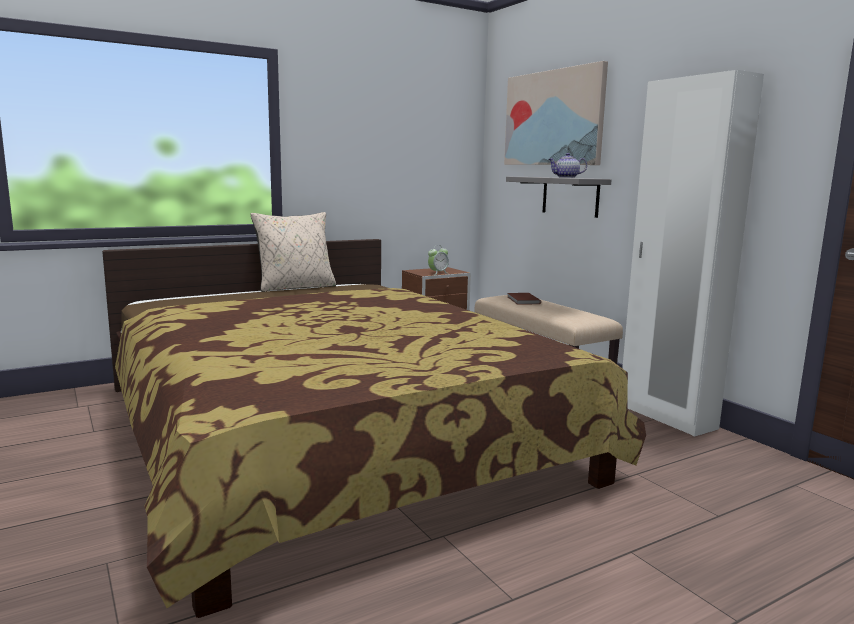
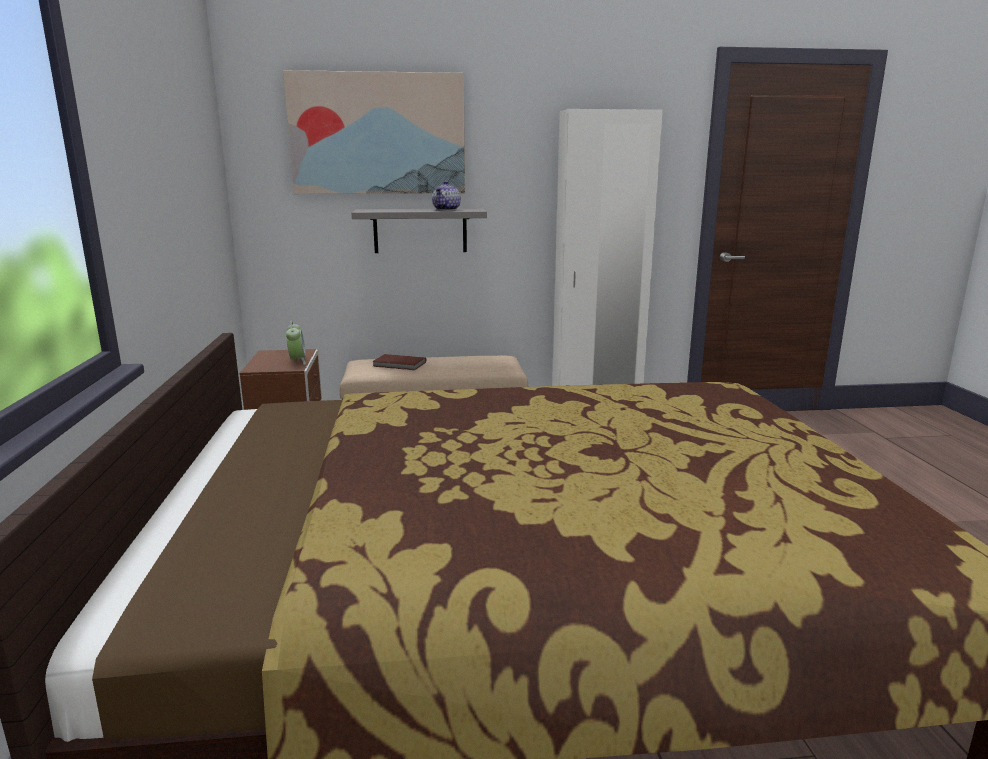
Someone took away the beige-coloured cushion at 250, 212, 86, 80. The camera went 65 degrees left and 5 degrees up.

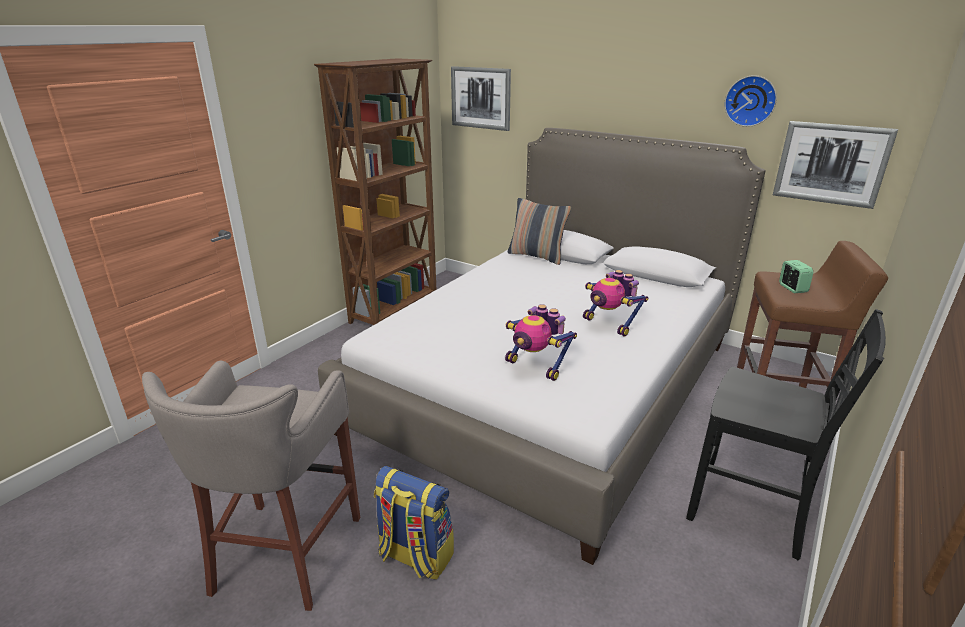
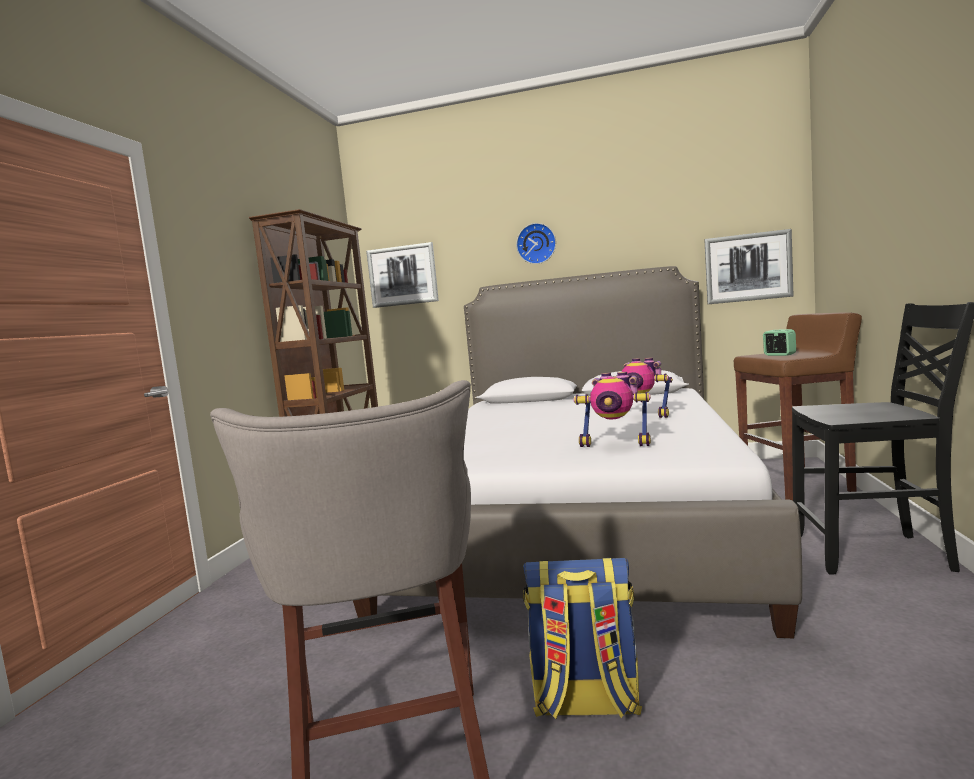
Someone carried the wall clock from 725, 75, 52, 52 to 516, 223, 40, 41. Someone took away the cushion at 507, 198, 64, 67. The camera went 20 degrees left and 20 degrees down.

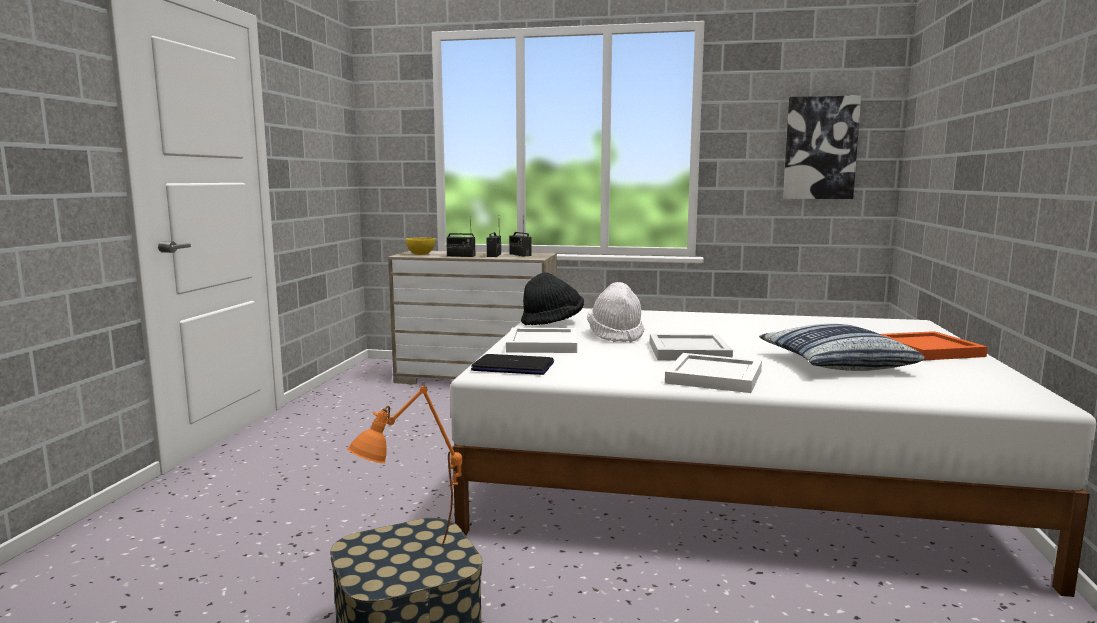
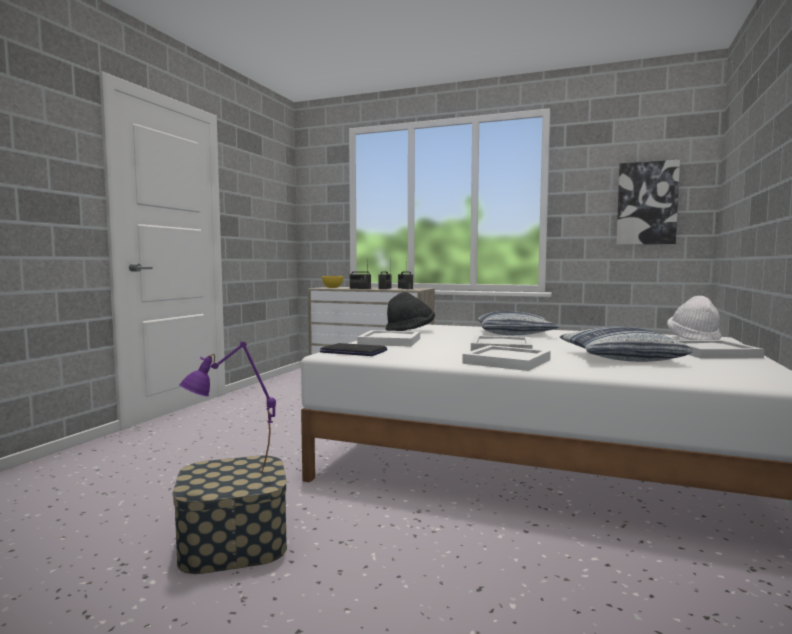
Someone repainted the orange tabletop lamp at 347, 386, 115, 161, which became the purple-coloured tabletop lamp at 179, 342, 97, 131. Someone put down the cushion at 478, 311, 80, 24. Someone carried the white clothing hat from 587, 282, 57, 61 to 667, 296, 54, 44. Someone repainted the orange serving tray at 881, 331, 107, 30, which became the white serving tray at 677, 340, 87, 19. The camera went 10 degrees right and 5 degrees down.

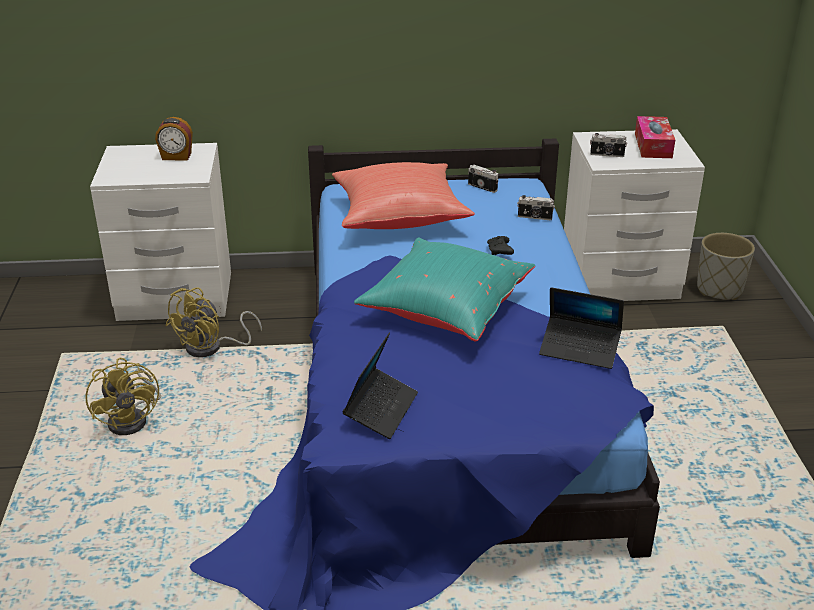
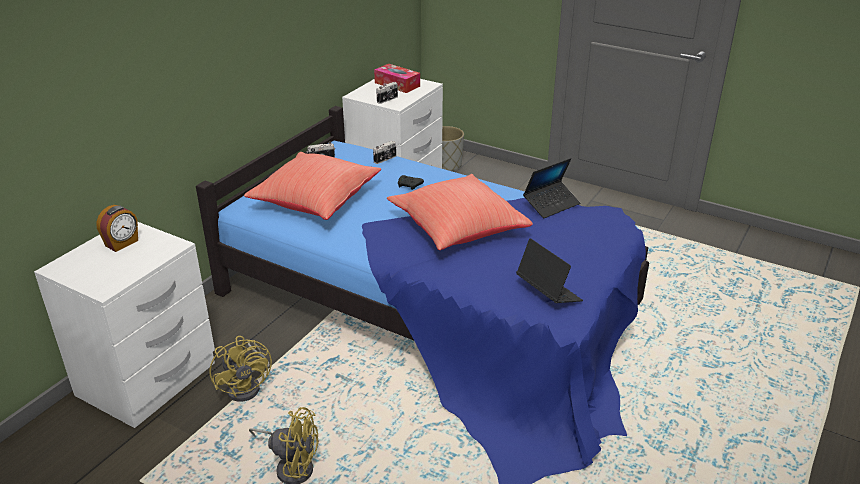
Someone repainted the turquoise-coloured cushion at 354, 237, 181, 105, which became the red-coloured cushion at 387, 174, 146, 76. The camera went 55 degrees left and 0 degrees up.

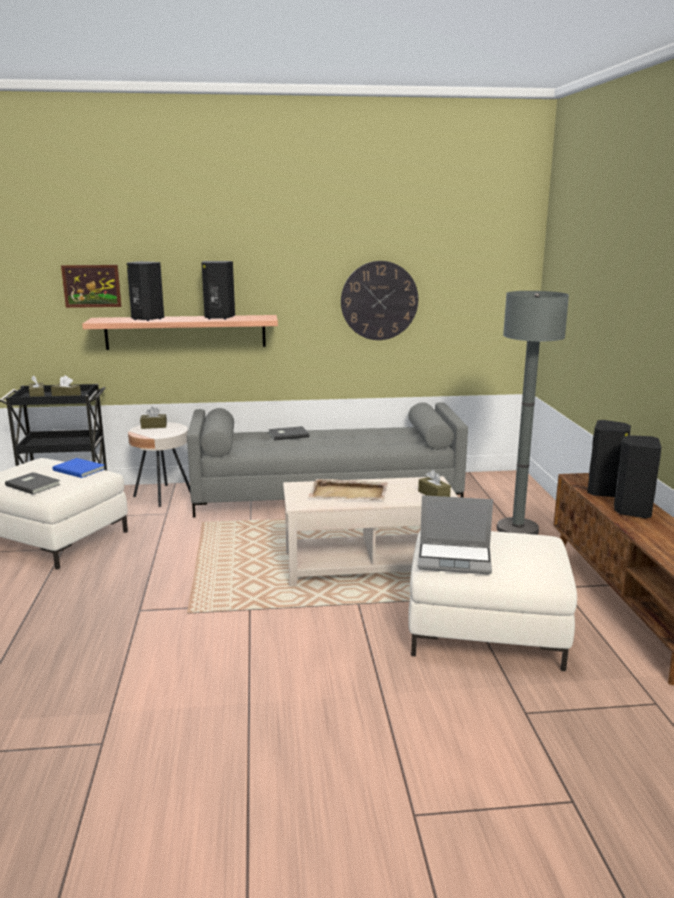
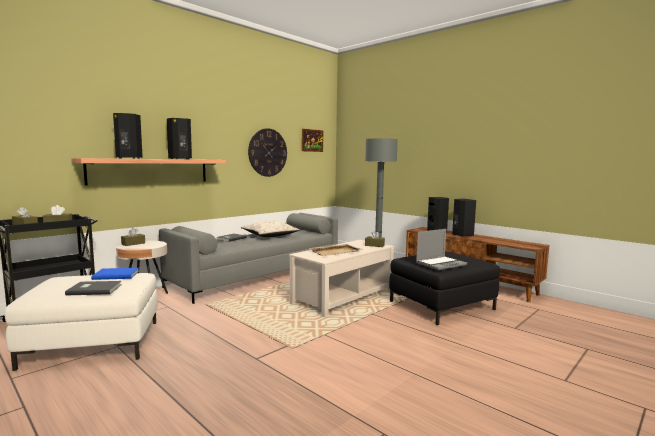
Someone put down the beige-coloured cushion at 241, 220, 59, 17. Someone carried the wall picture from 61, 265, 61, 43 to 302, 129, 21, 23. Someone repainted the white ottoman at 408, 530, 169, 141, which became the black ottoman at 389, 251, 111, 74. The camera went 40 degrees left and 10 degrees down.

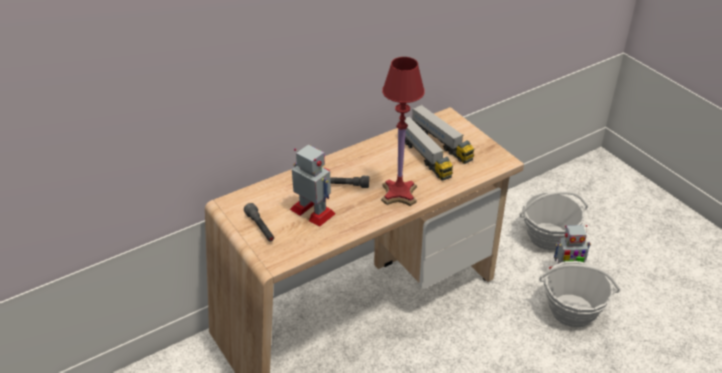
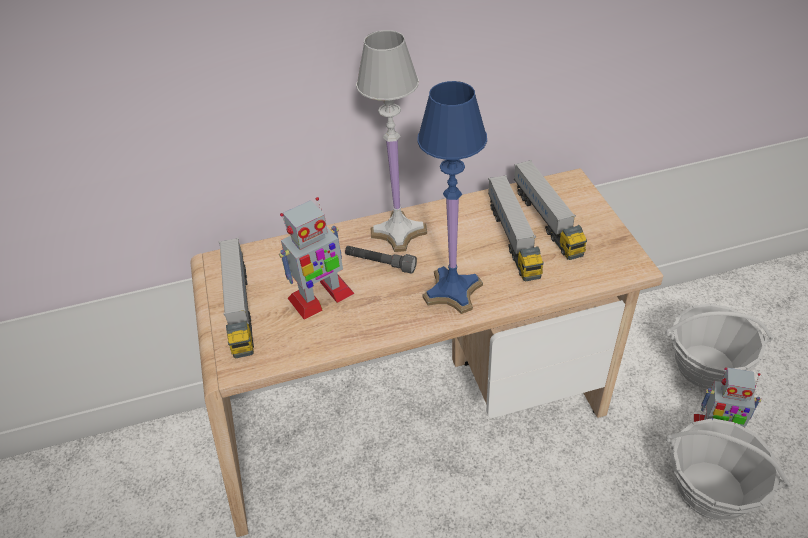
Someone swapped the grey hand torch at 244, 203, 30, 38 for the model truck at 219, 238, 35, 121. Someone rotated the model robot at 290, 144, 45, 83 by 90 degrees clockwise. Someone put down the white tabletop lamp at 356, 30, 71, 222. Someone repainted the red-coloured tabletop lamp at 381, 57, 44, 149, which became the blue-coloured tabletop lamp at 417, 81, 70, 233. The camera went 20 degrees right and 5 degrees up.

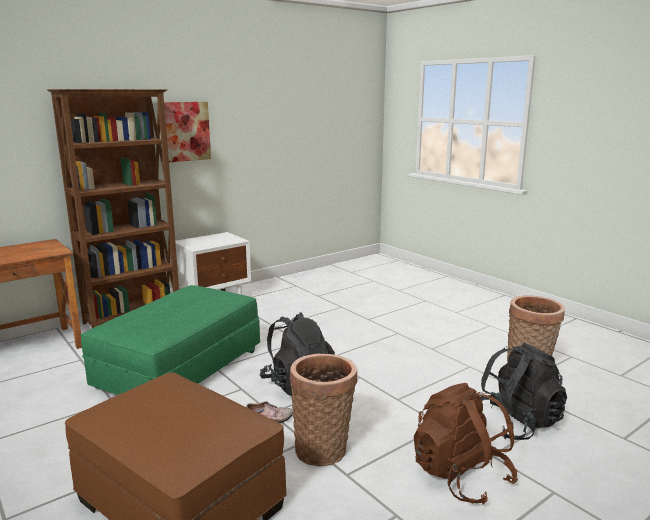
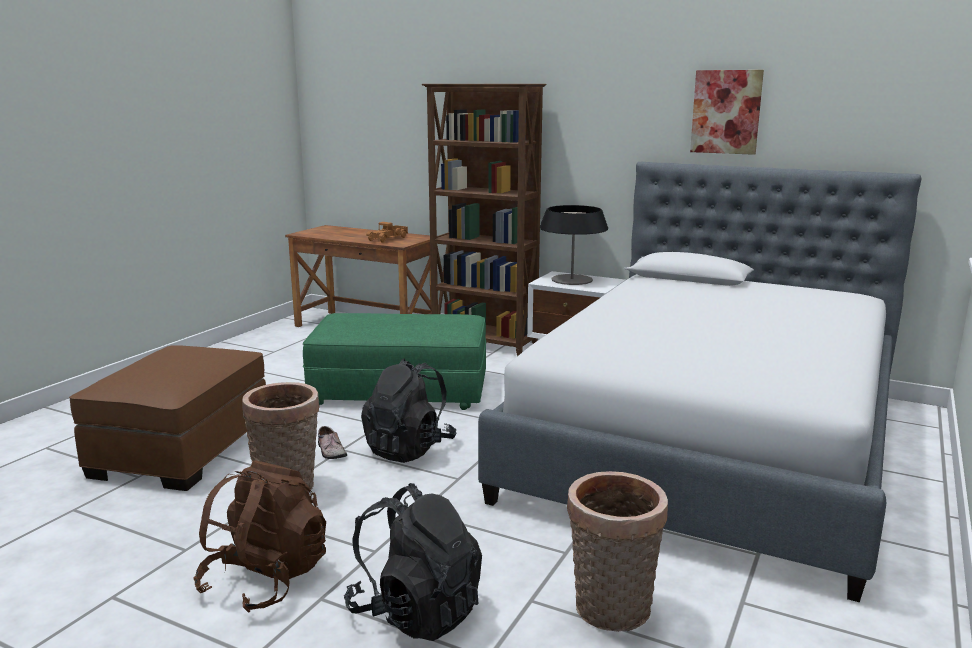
Someone put down the model truck at 366, 222, 42, 21. Someone put down the sleeping bed at 478, 162, 443, 440. Someone put down the tabletop lamp at 540, 205, 68, 80. Someone carried the wall picture from 164, 102, 47, 60 to 690, 70, 74, 85. The camera went 65 degrees right and 0 degrees up.

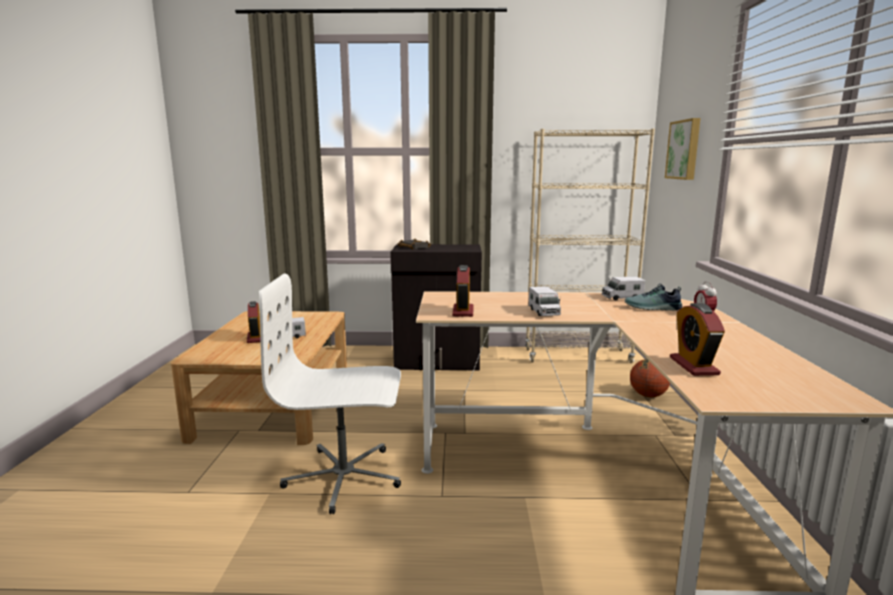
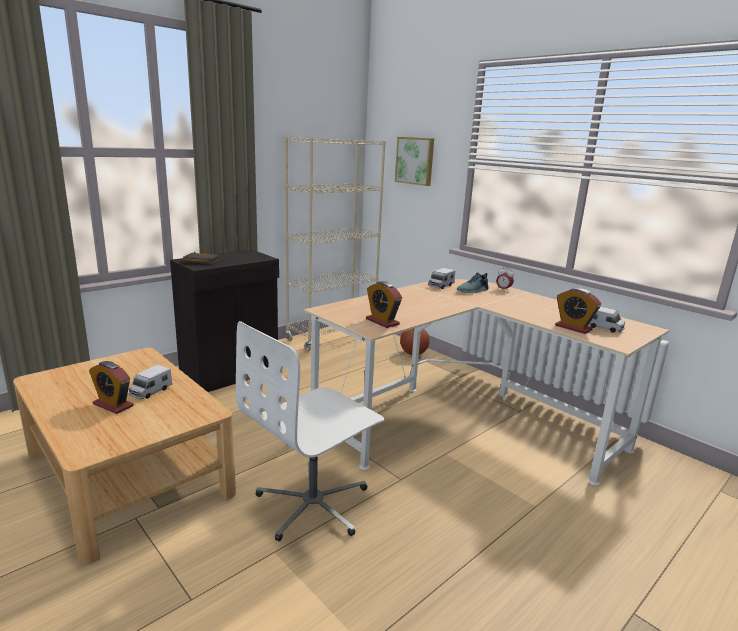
Someone carried the model truck from 528, 286, 33, 30 to 589, 307, 36, 26. The camera went 45 degrees left and 5 degrees up.

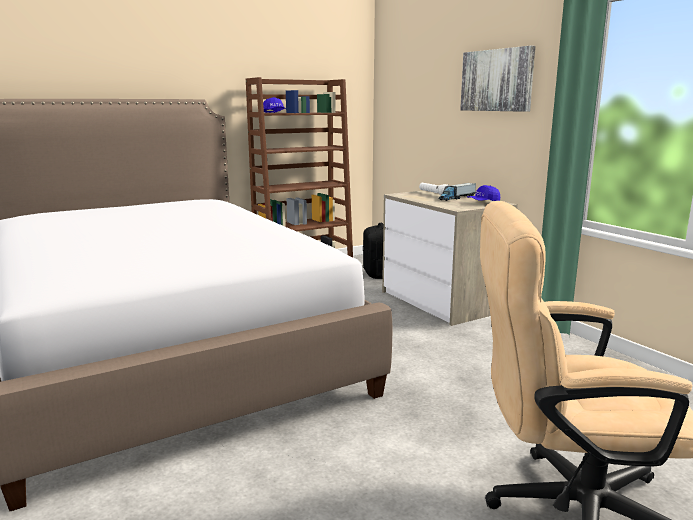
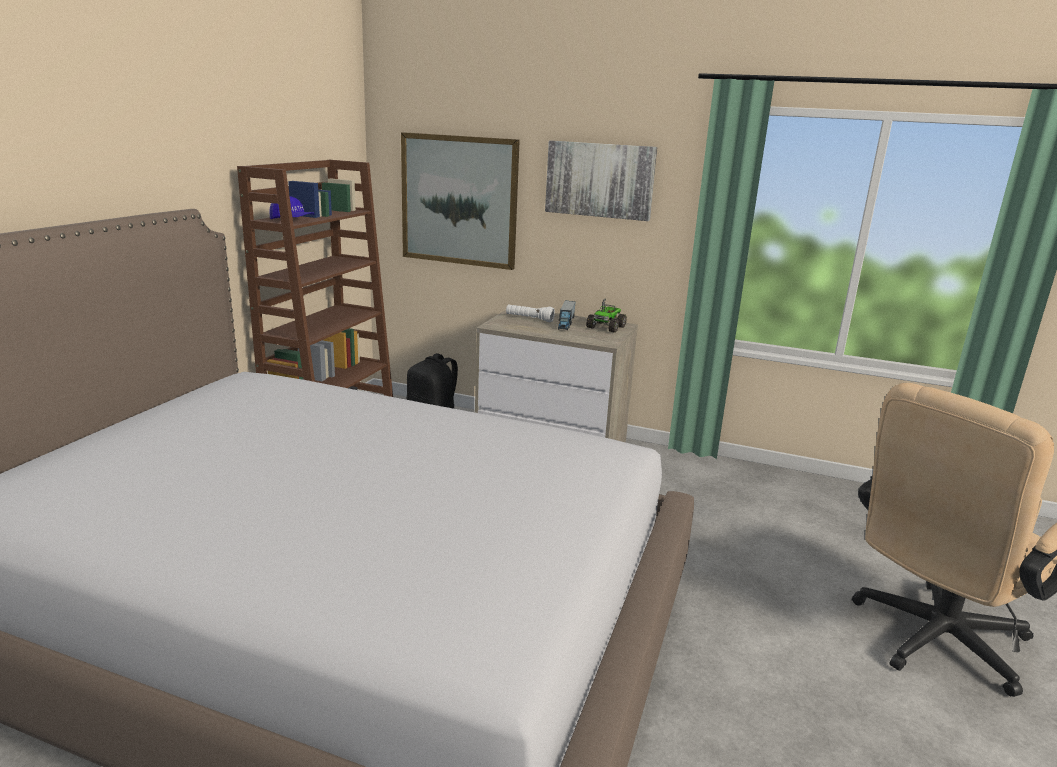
Someone put up the wall picture at 401, 132, 119, 138. Someone swapped the blue-coloured peaked cap at 467, 185, 33, 16 for the model truck at 586, 299, 41, 34. The camera went 40 degrees left and 5 degrees up.

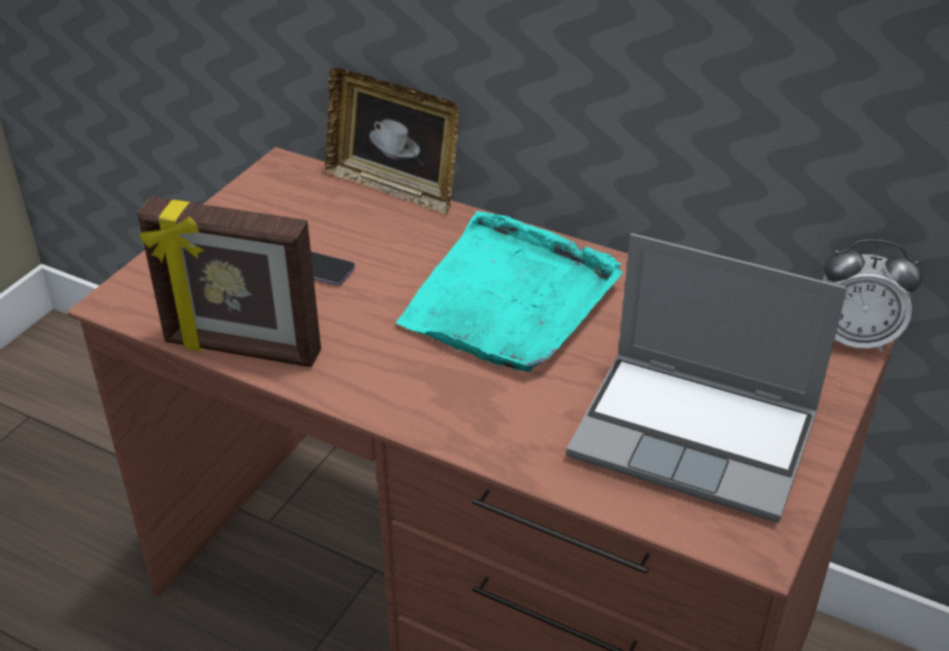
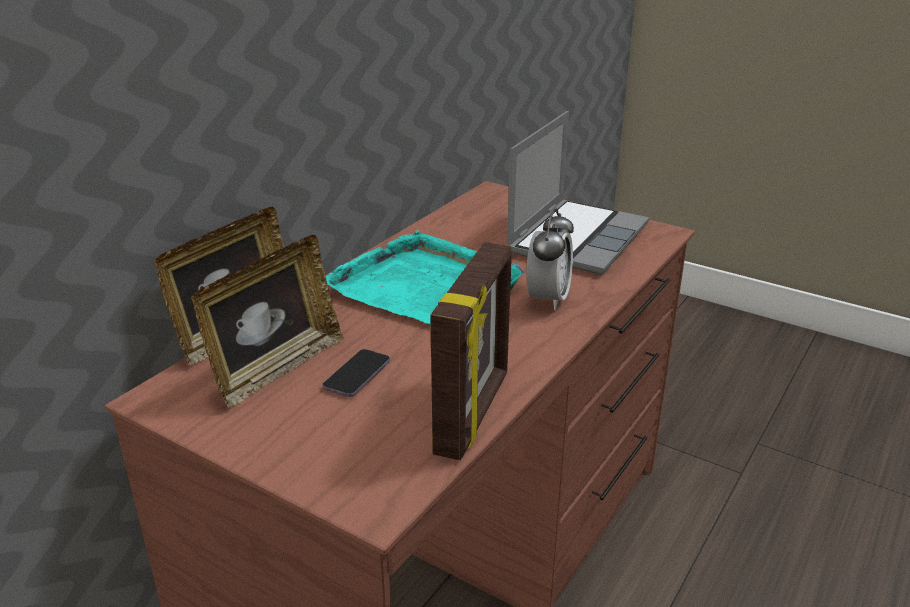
Someone put down the photo frame at 191, 235, 153, 173. Someone carried the bedside clock from 822, 239, 100, 113 to 526, 208, 48, 102. The camera went 85 degrees left and 10 degrees down.

